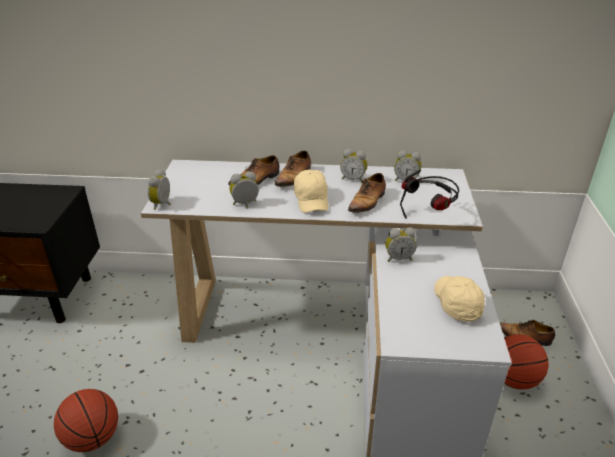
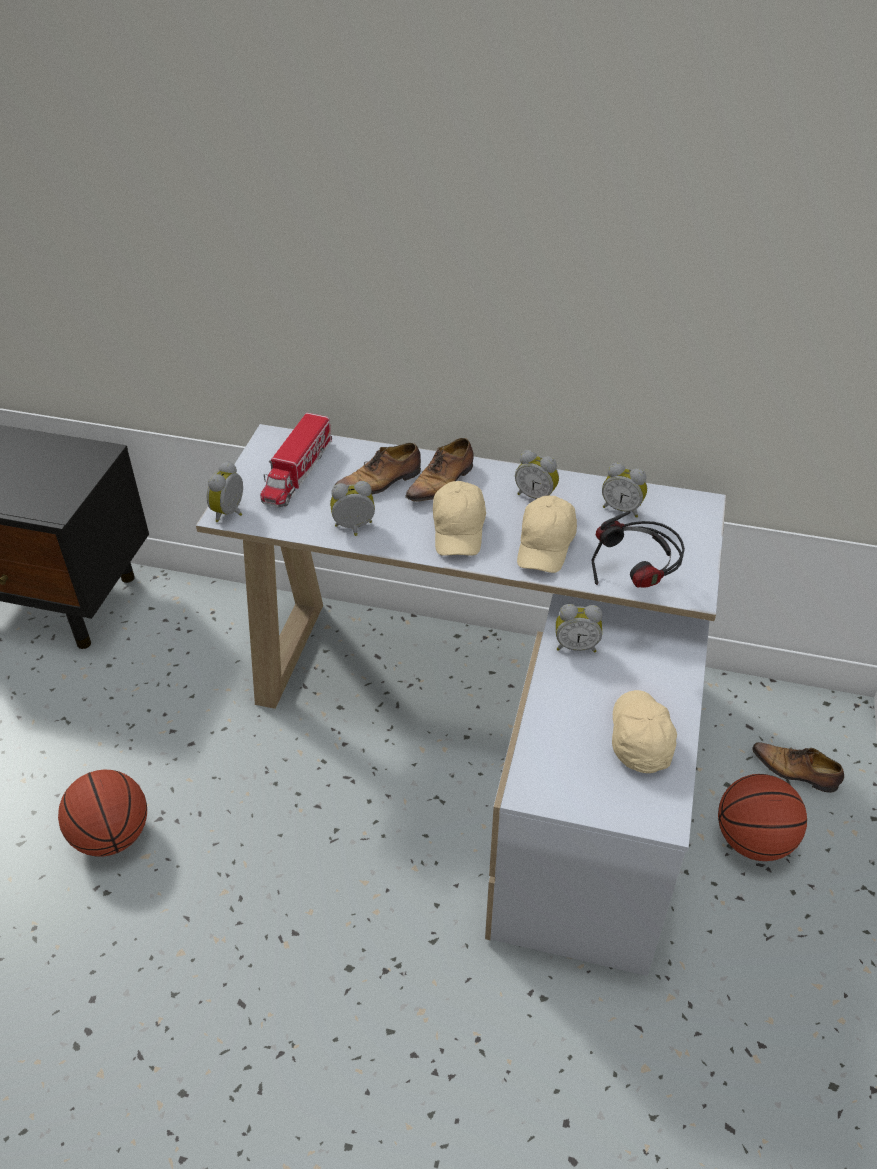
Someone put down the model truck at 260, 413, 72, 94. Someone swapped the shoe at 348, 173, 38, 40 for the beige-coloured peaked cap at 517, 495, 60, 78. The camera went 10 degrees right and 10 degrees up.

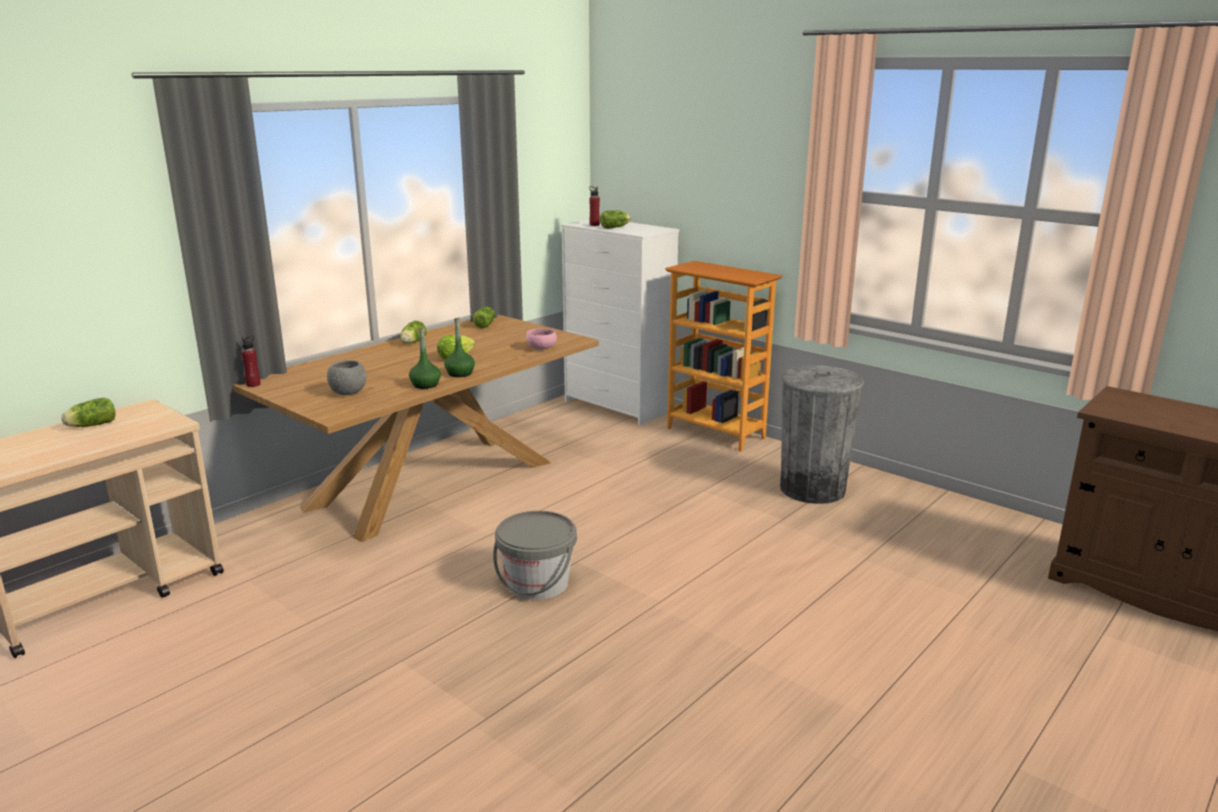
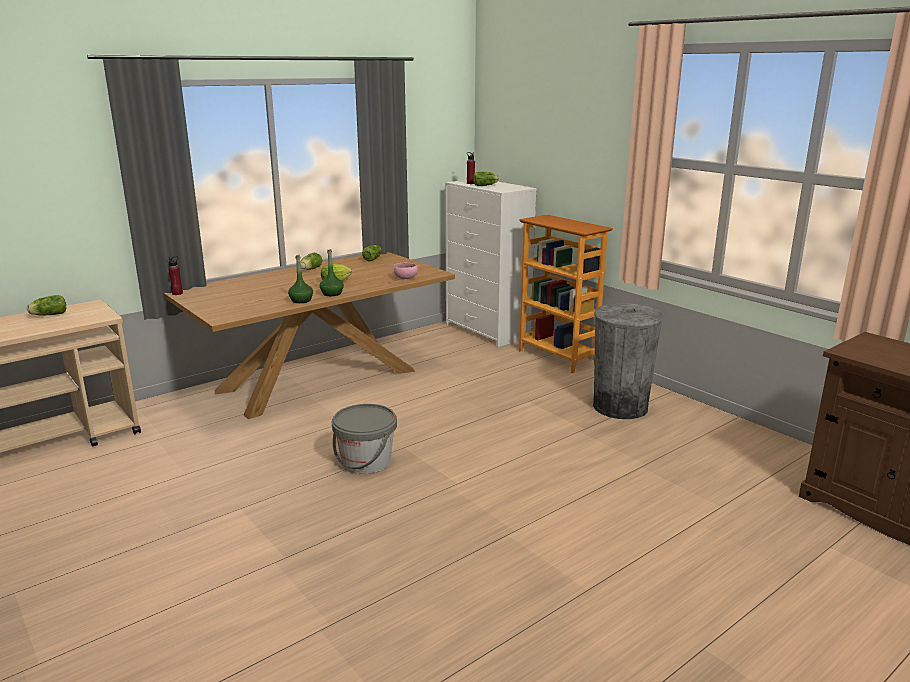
Someone took away the grey bowl at 327, 360, 39, 35. The camera went 10 degrees right and 0 degrees up.

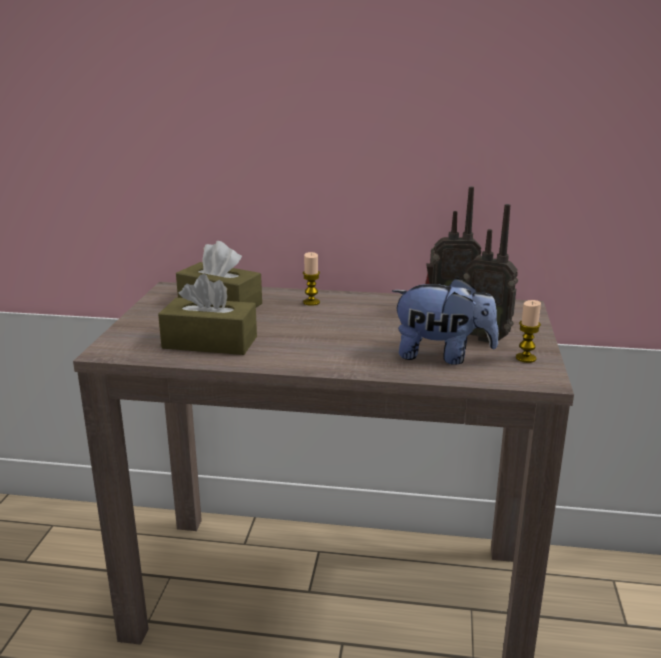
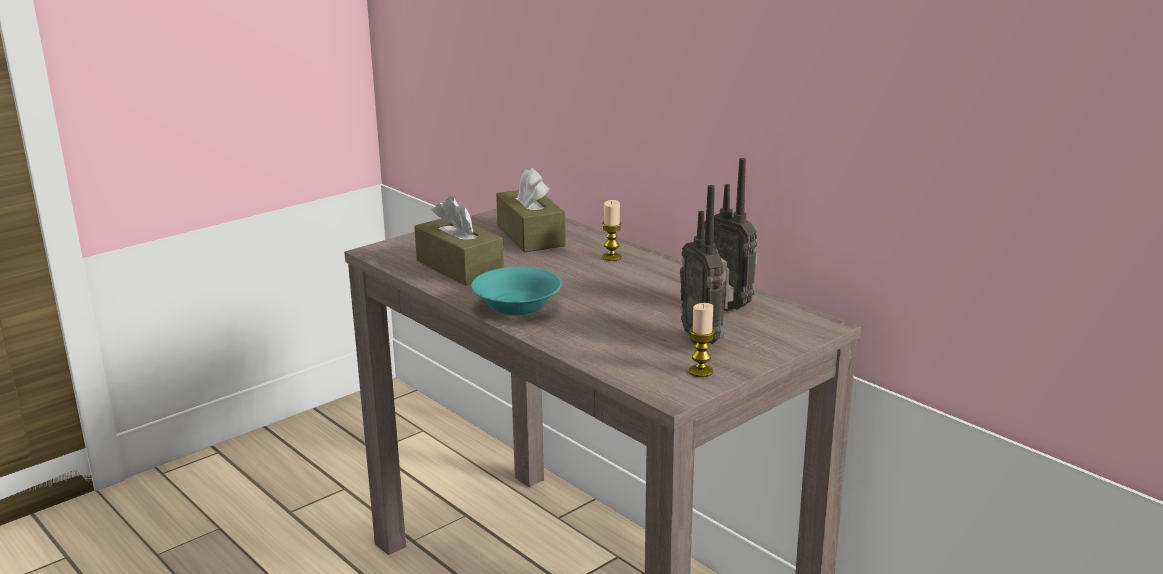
Someone put down the turquoise-coloured bowl at 471, 267, 91, 49. Someone took away the cuddly toy at 392, 278, 107, 87. The camera went 40 degrees right and 0 degrees up.

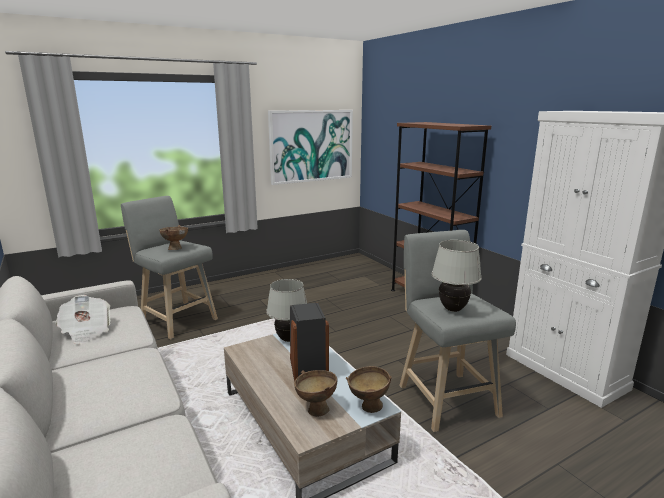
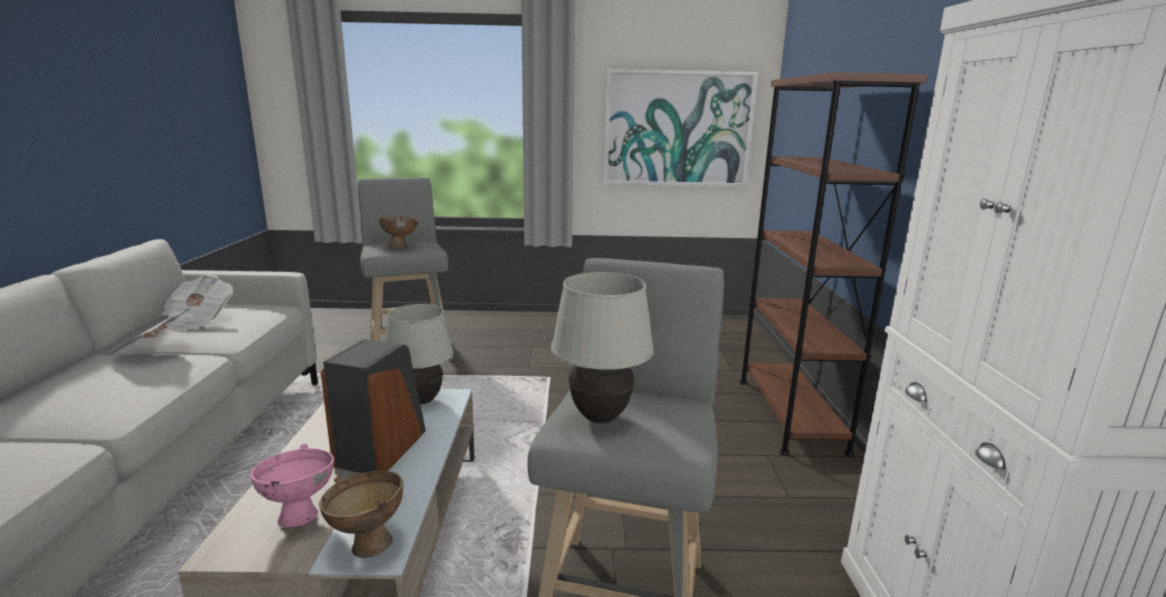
Someone put down the newspaper at 106, 308, 84, 49. Someone repainted the brown bowl at 294, 370, 43, 47, which became the pink-coloured bowl at 250, 444, 84, 84. The camera went 30 degrees right and 0 degrees up.

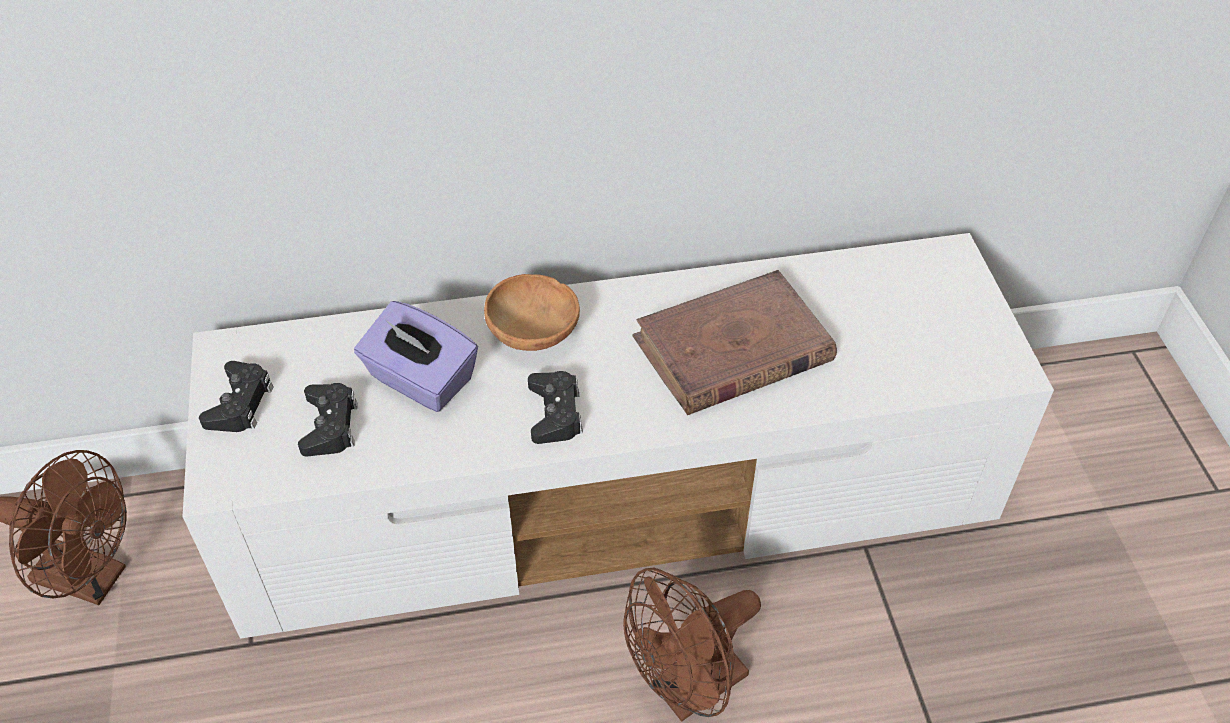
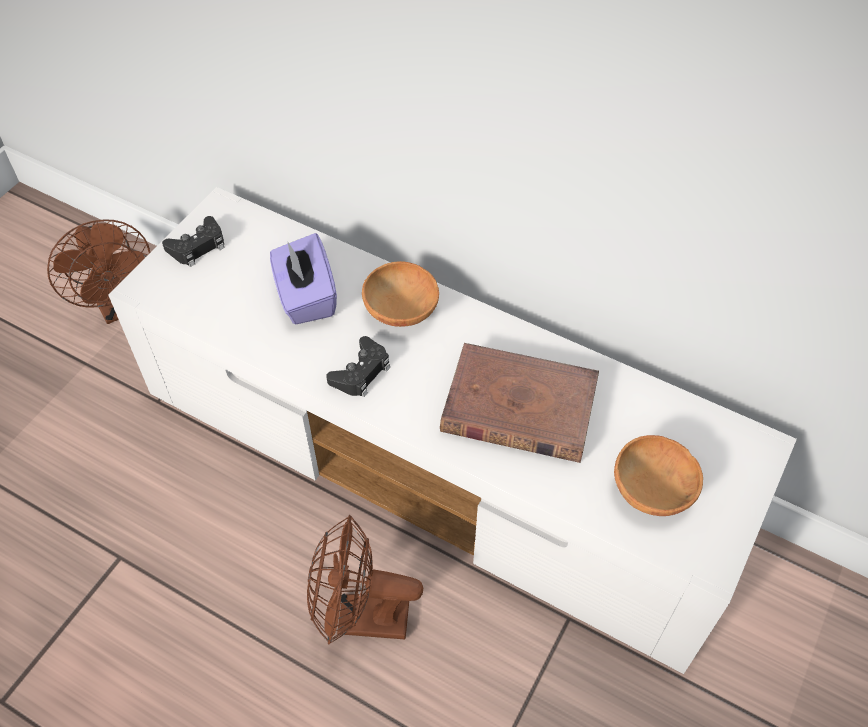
Someone put down the brown bowl at 614, 435, 89, 81. Someone took away the black gamepad at 298, 383, 60, 73. The camera went 40 degrees right and 5 degrees up.

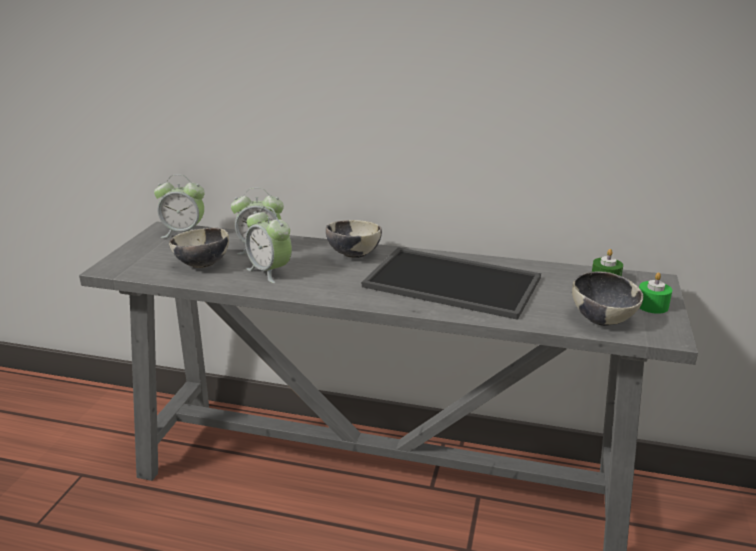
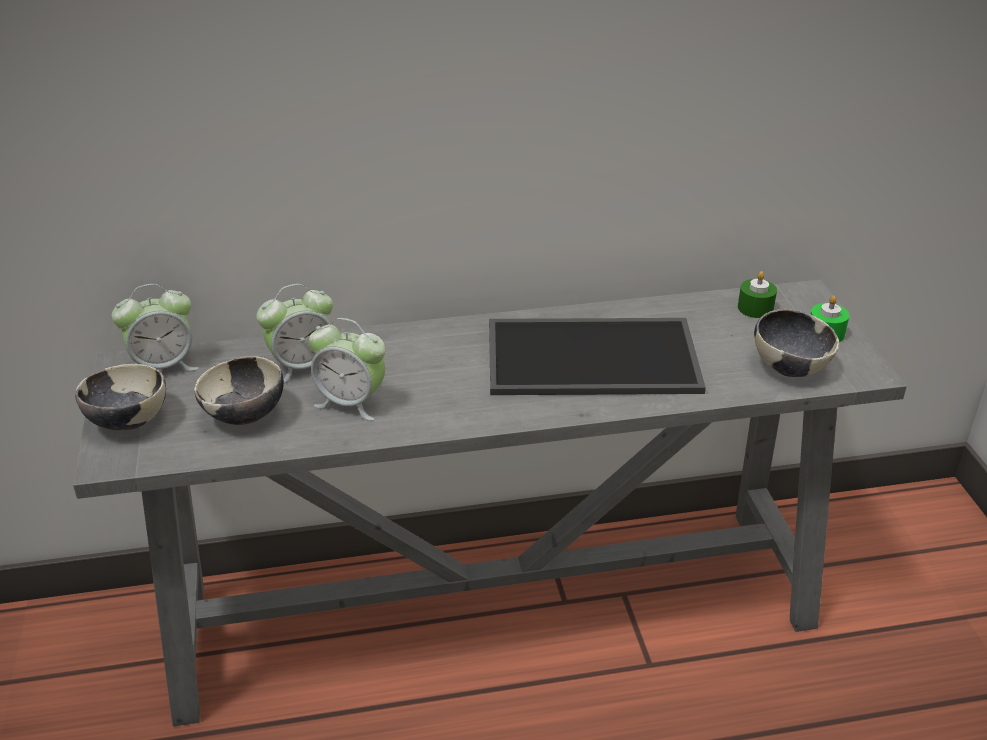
Someone carried the bowl from 326, 220, 56, 38 to 75, 364, 91, 66. The camera went 25 degrees left and 10 degrees up.

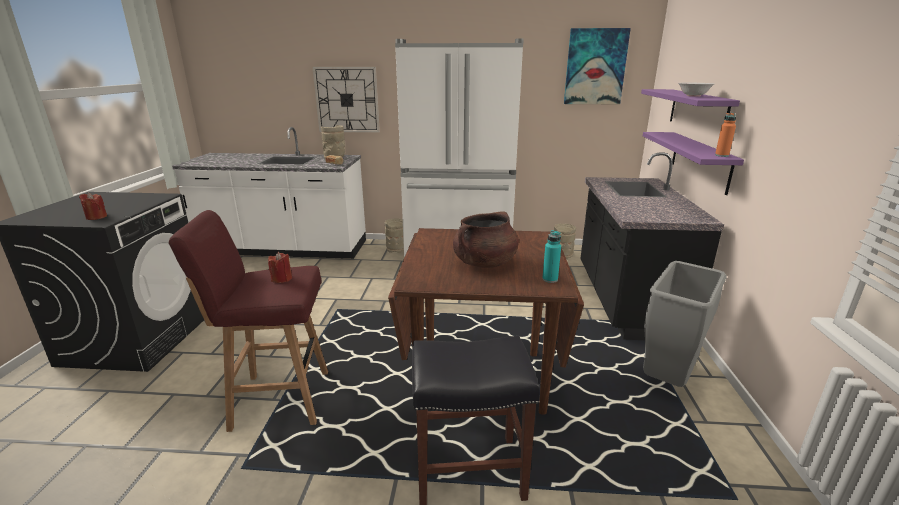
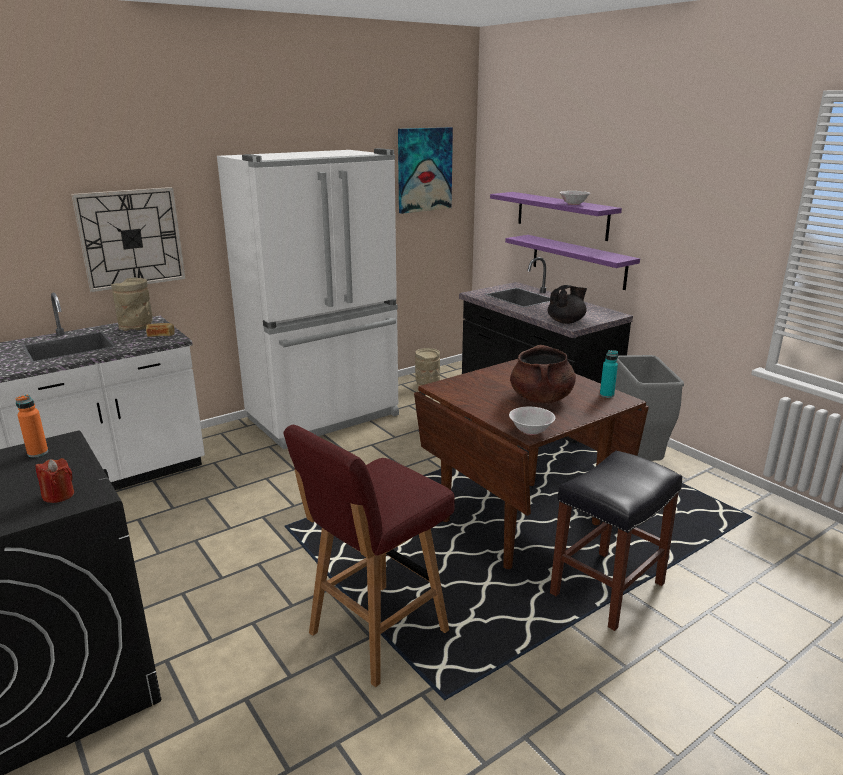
Someone carried the orange beverage bottle from 715, 113, 21, 44 to 15, 394, 33, 63. Someone put down the white bowl at 509, 407, 46, 28. Someone put down the black teapot at 548, 285, 39, 39. Someone took away the red-coloured wax light at 268, 252, 24, 31. Someone took away the beige-coloured decorative vase at 385, 218, 19, 35. The camera went 40 degrees left and 0 degrees up.

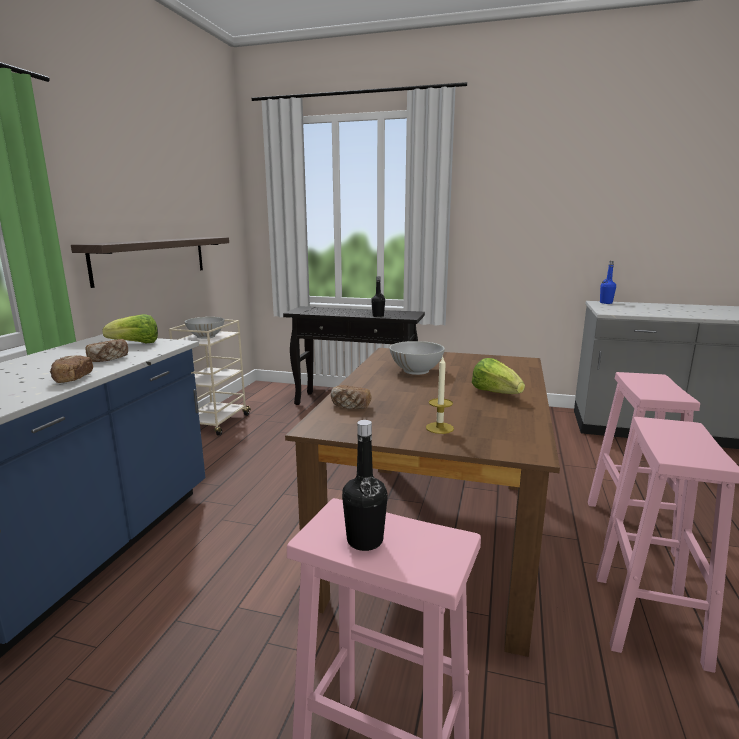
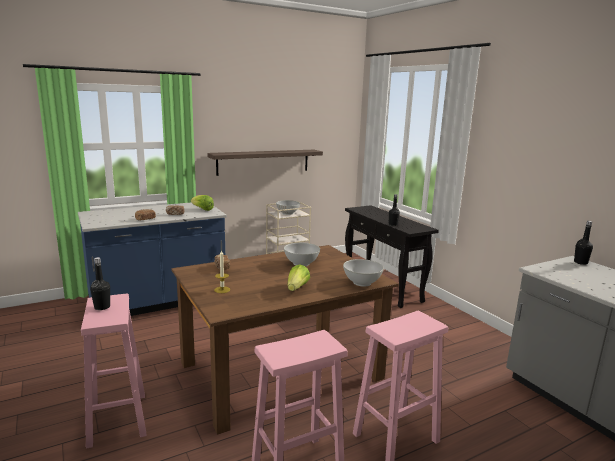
Someone put down the white bowl at 343, 259, 41, 27. Someone repainted the blue-coloured beverage bottle at 600, 261, 16, 43, which became the black beverage bottle at 574, 221, 19, 44. The camera went 45 degrees right and 0 degrees up.

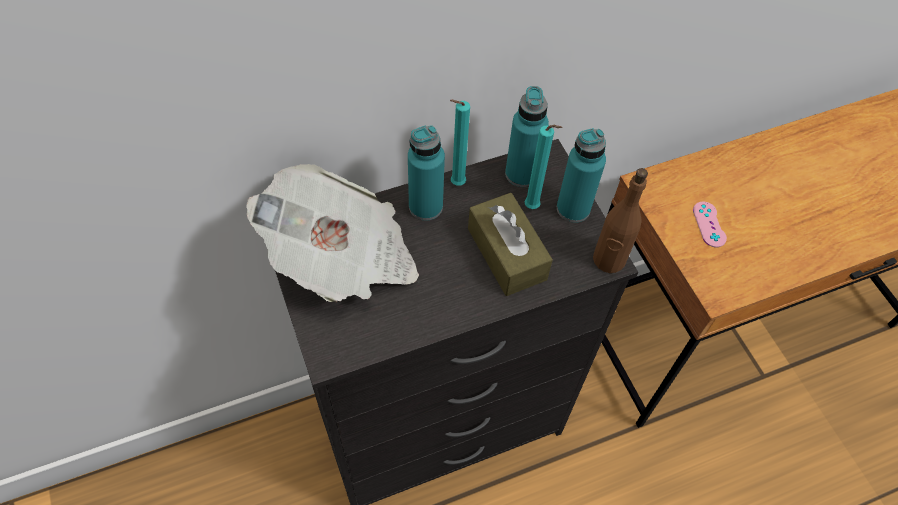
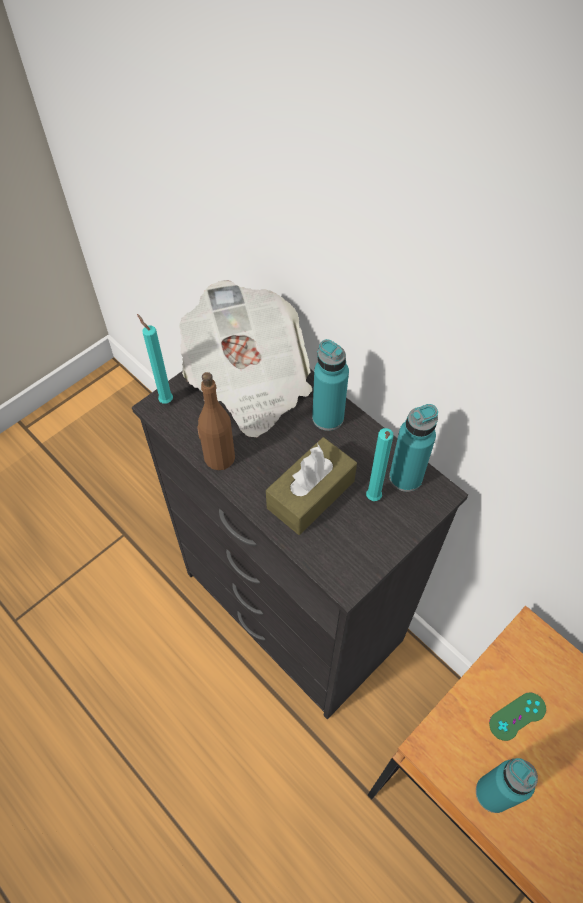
Someone carried the turquoise-coloured wax light from 450, 100, 20, 86 to 137, 314, 36, 90. Someone carried the brown beverage bottle from 593, 168, 55, 105 to 197, 372, 38, 98. Someone carried the turquoise-coloured beverage bottle from 557, 128, 49, 95 to 476, 758, 62, 55. Someone repainted the pink-coloured gamepad at 693, 202, 34, 45, which became the greenish gamepad at 489, 693, 57, 48. The camera went 70 degrees right and 0 degrees up.

